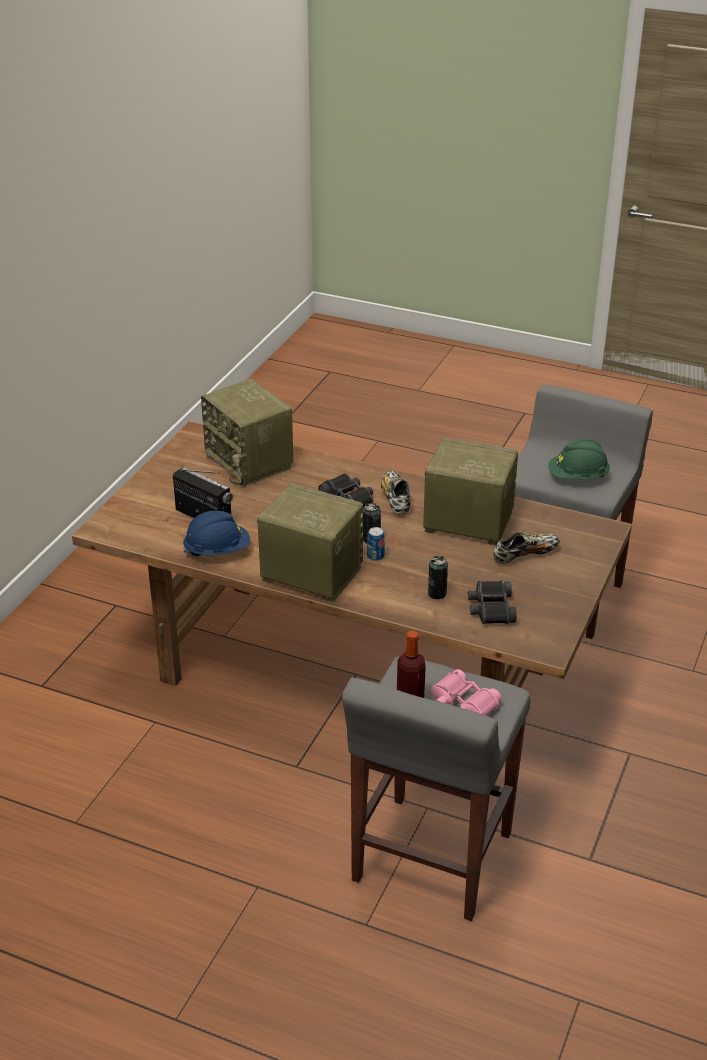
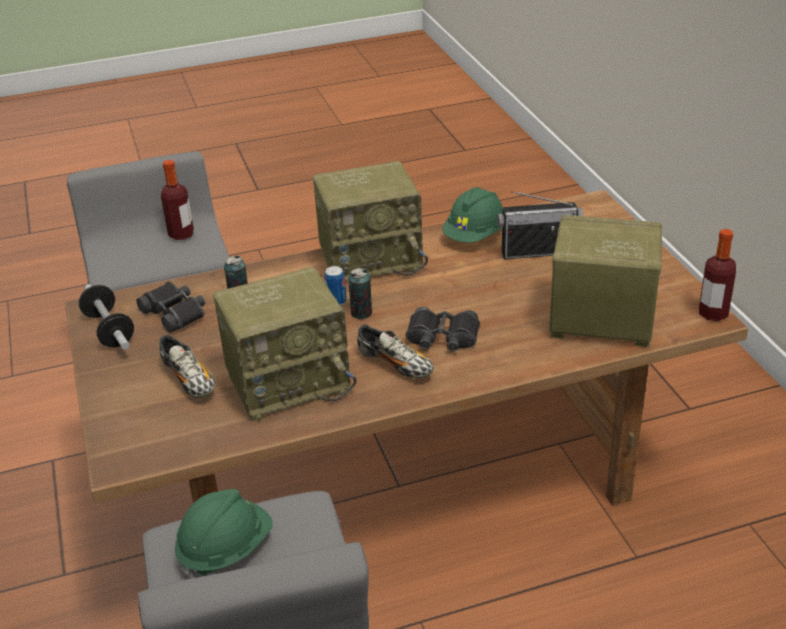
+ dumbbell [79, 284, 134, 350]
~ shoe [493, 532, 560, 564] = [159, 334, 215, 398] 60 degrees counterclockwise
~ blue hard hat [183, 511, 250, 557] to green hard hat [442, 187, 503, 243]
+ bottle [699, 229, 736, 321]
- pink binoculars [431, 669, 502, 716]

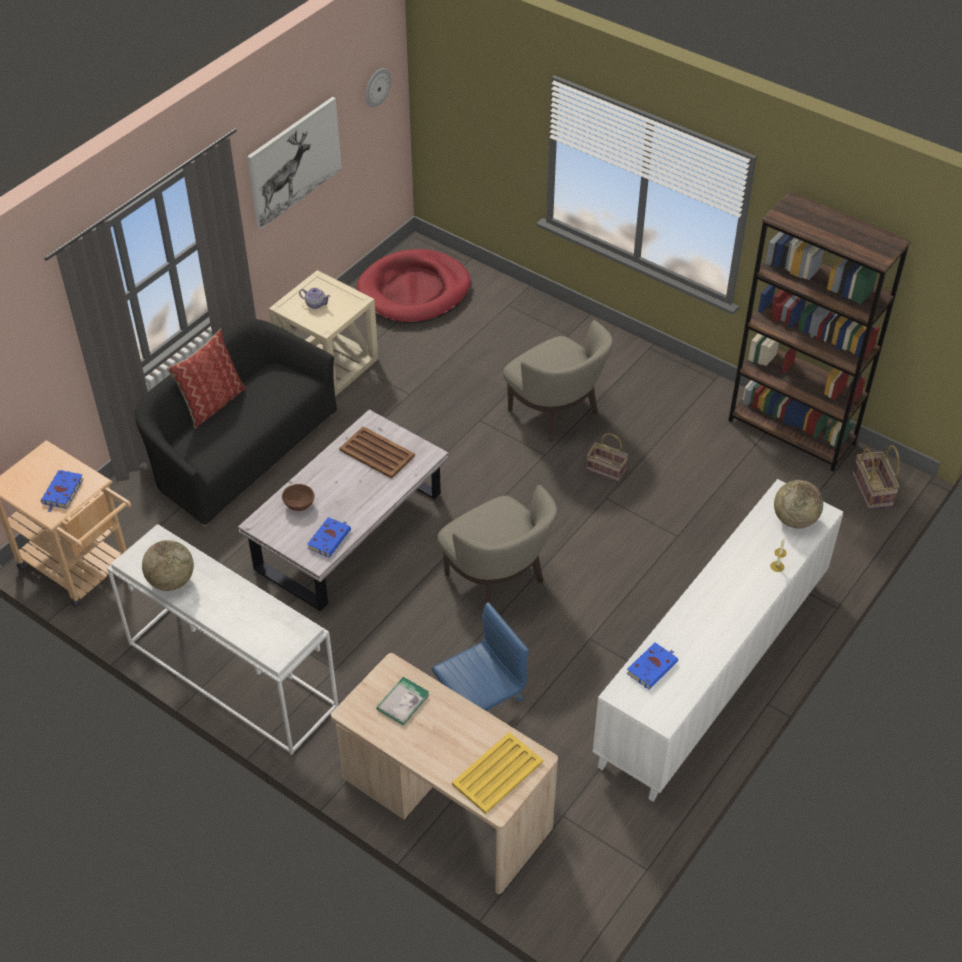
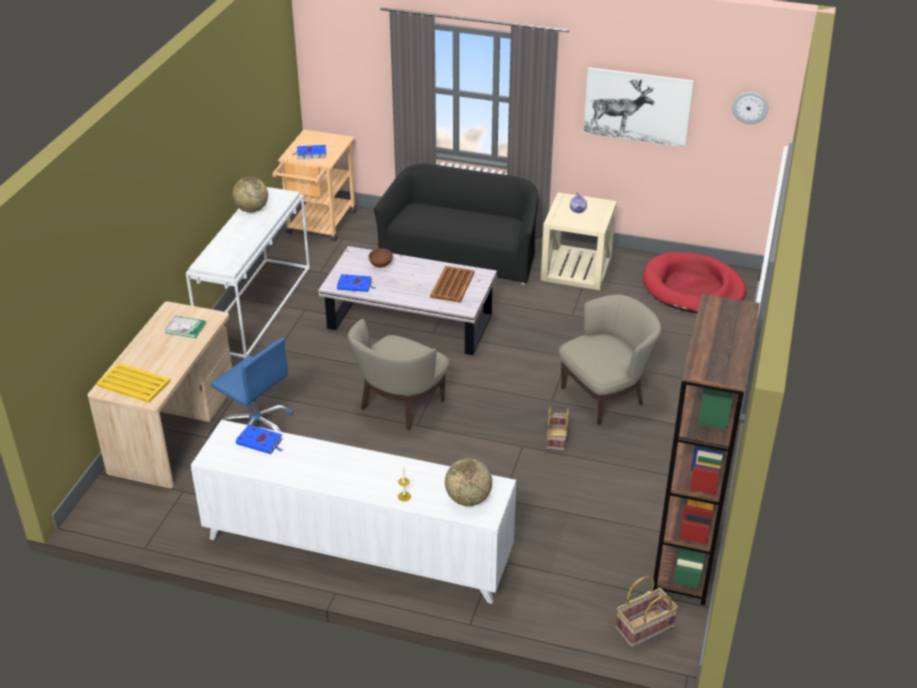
~ beige armchair [503, 320, 613, 442] = [559, 295, 661, 425] 150 degrees counterclockwise
- pillow [167, 329, 246, 429]

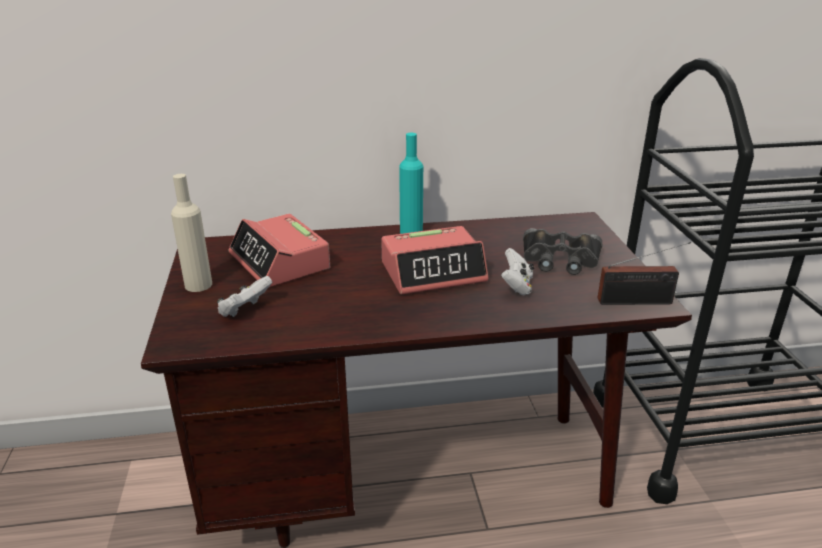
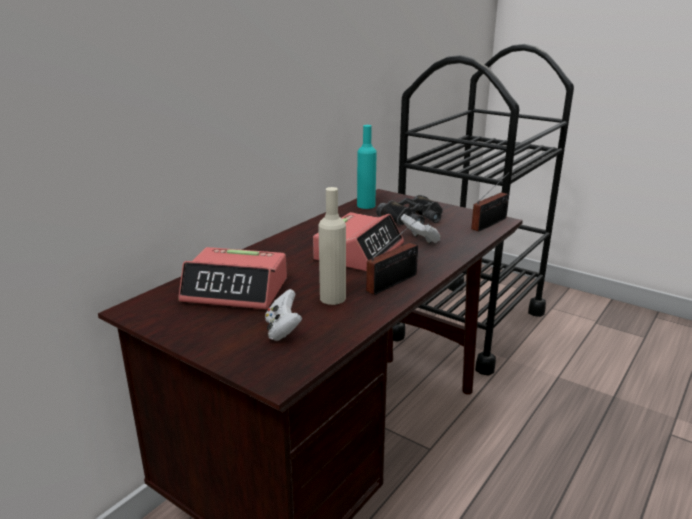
~ beige bottle [171, 174, 212, 292] to [318, 187, 346, 305]
~ turquoise bottle [399, 133, 423, 234] to [357, 125, 377, 209]
+ radio [366, 218, 419, 295]

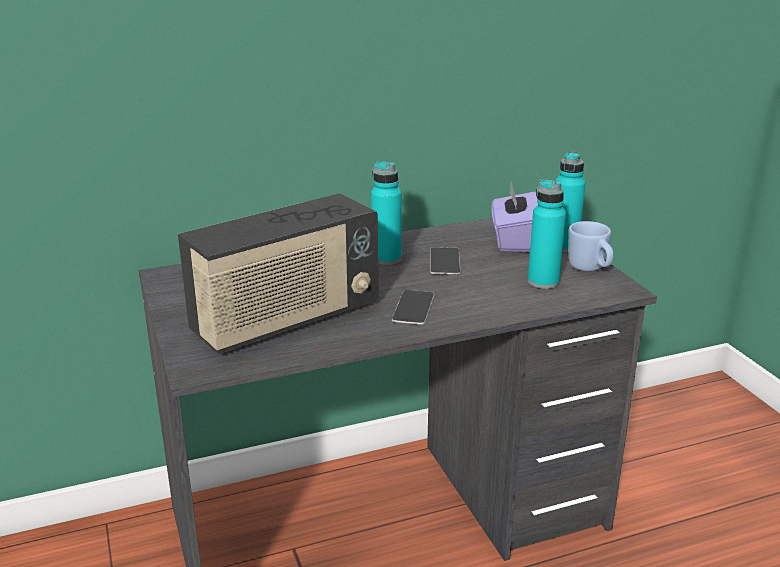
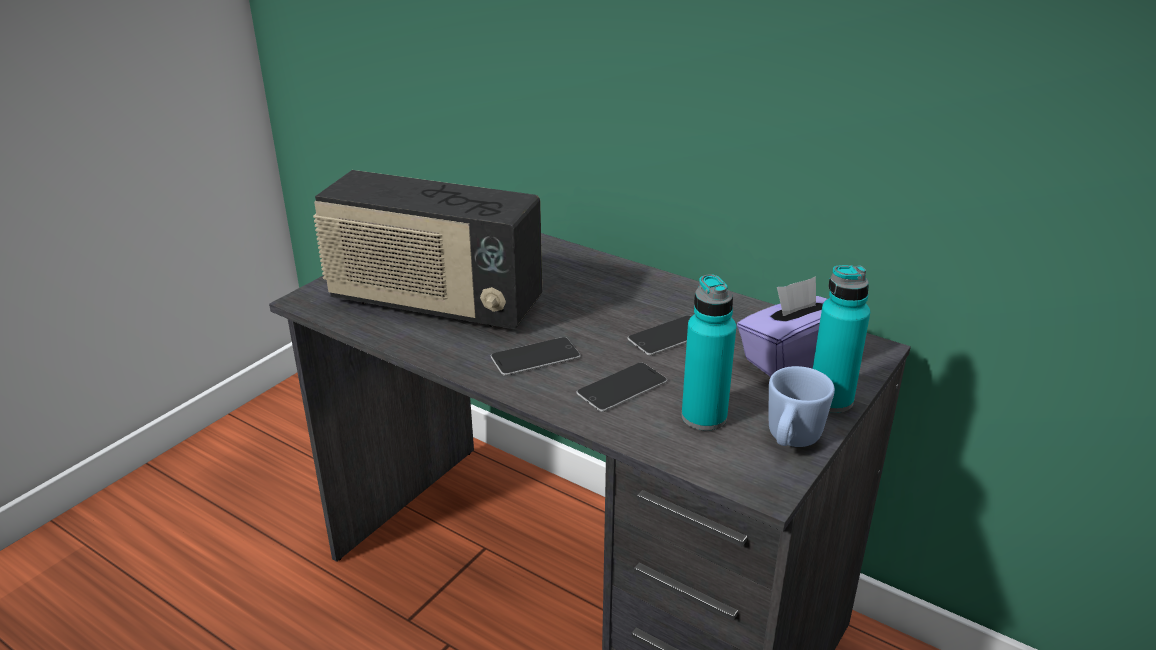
+ phone [576, 362, 667, 412]
- turquoise bottle [371, 161, 402, 265]

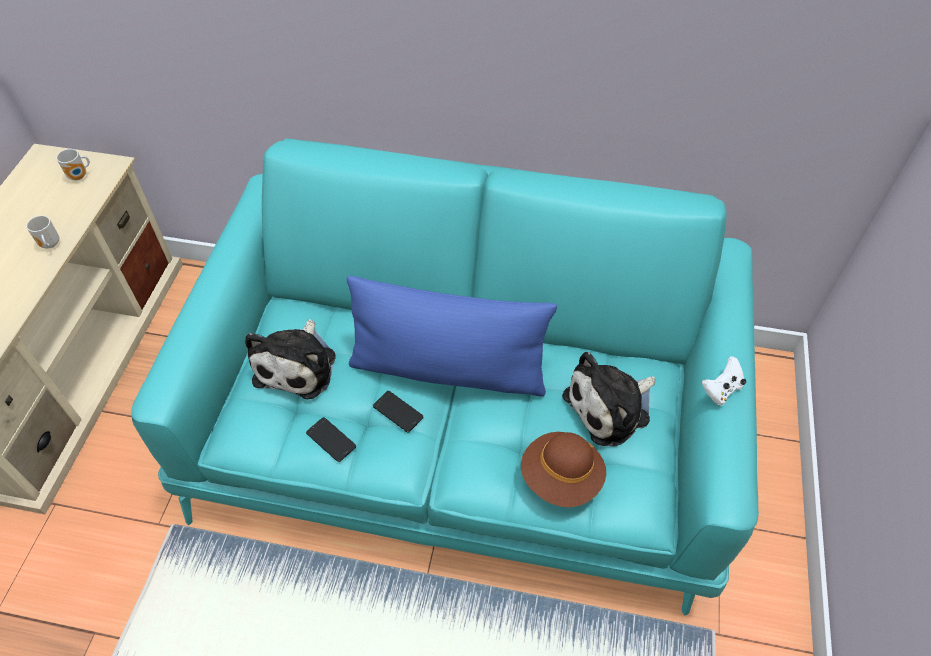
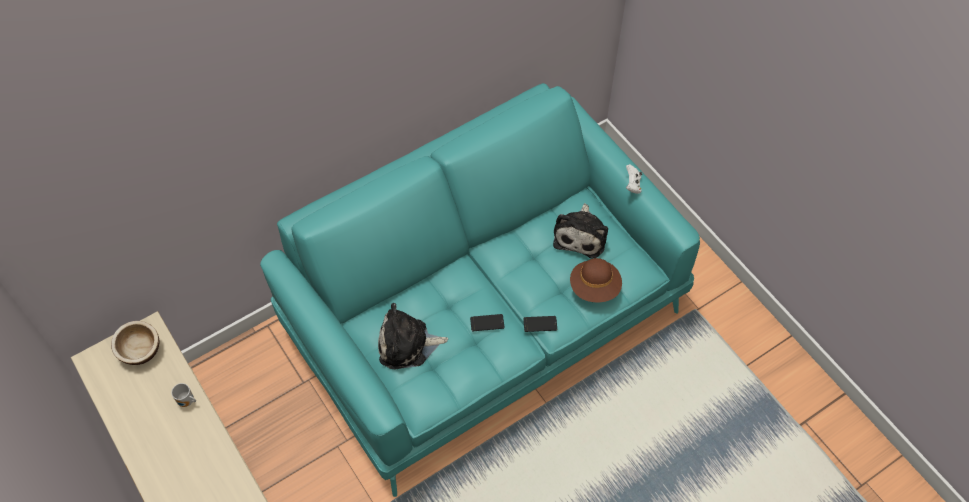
~ mug [56, 149, 90, 180] to bowl [111, 321, 159, 365]
~ plush toy [245, 319, 336, 399] = [378, 303, 448, 369] 120 degrees clockwise
~ phone [306, 417, 356, 462] to [523, 316, 557, 332]
- blue pillow [347, 276, 557, 397]

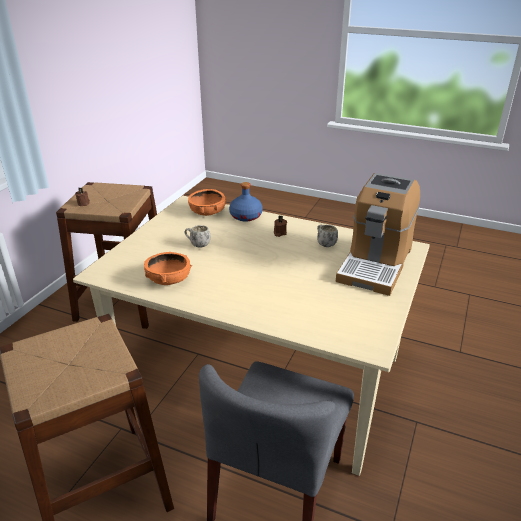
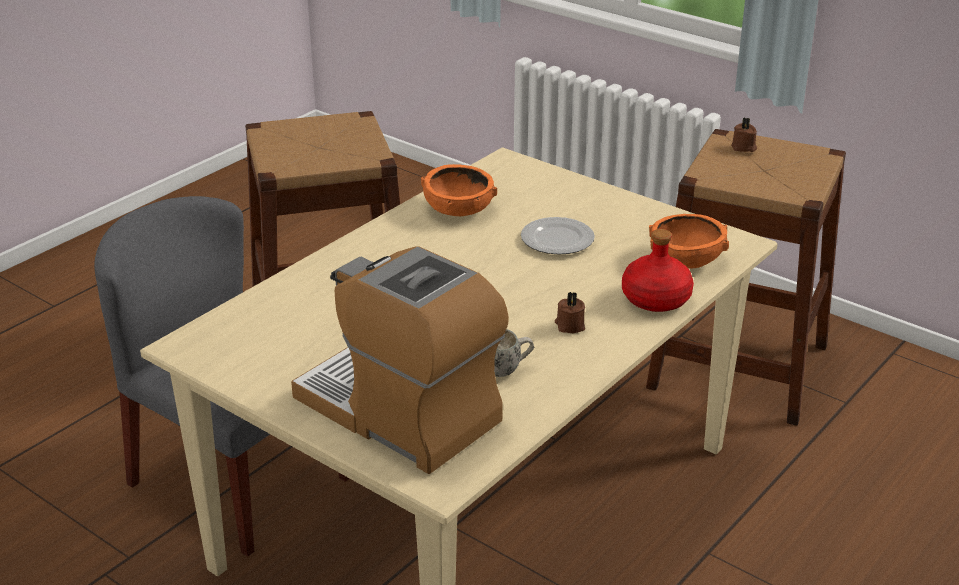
~ white mug [184, 225, 210, 248] to plate [521, 217, 595, 255]
~ blue bottle [229, 182, 263, 222] to red bottle [622, 229, 694, 312]

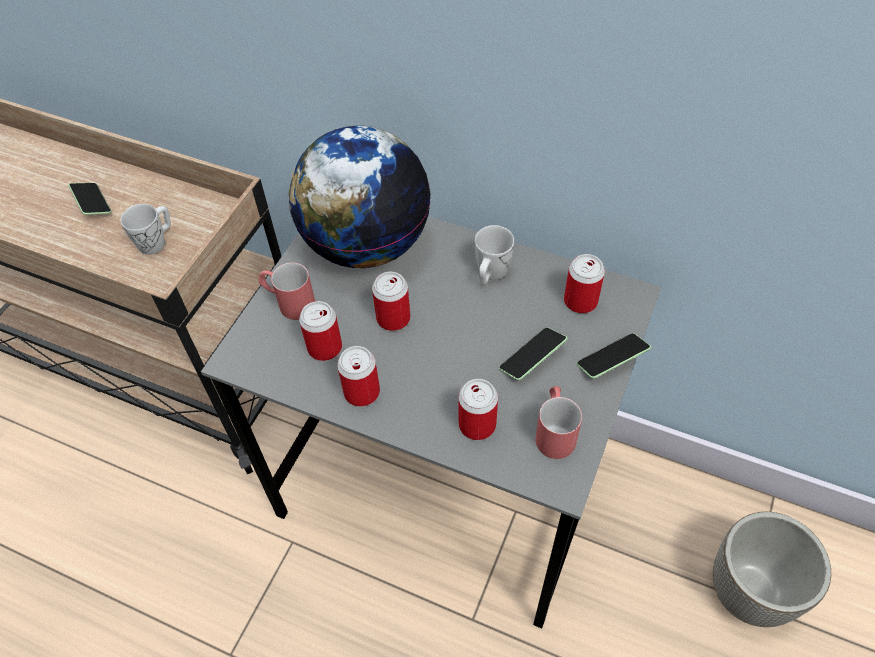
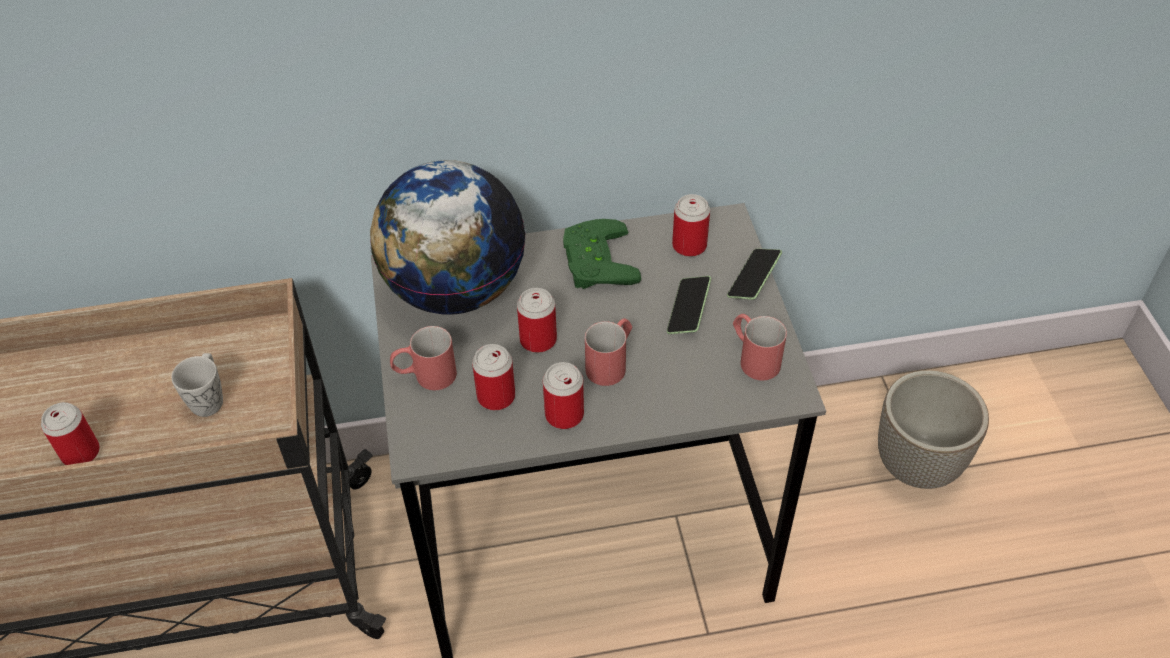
~ can [458, 379, 498, 440] to [41, 402, 100, 465]
~ white mug [475, 225, 514, 285] to green game controller [563, 219, 641, 289]
+ red mug [585, 318, 632, 386]
- phone [68, 183, 111, 215]

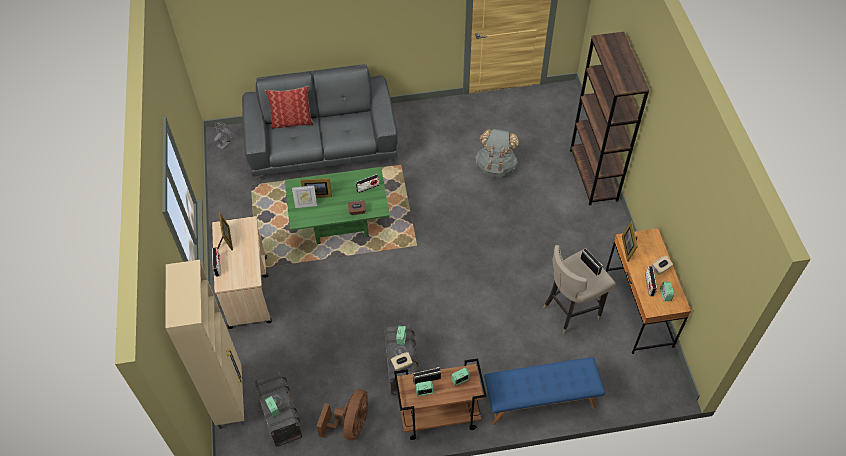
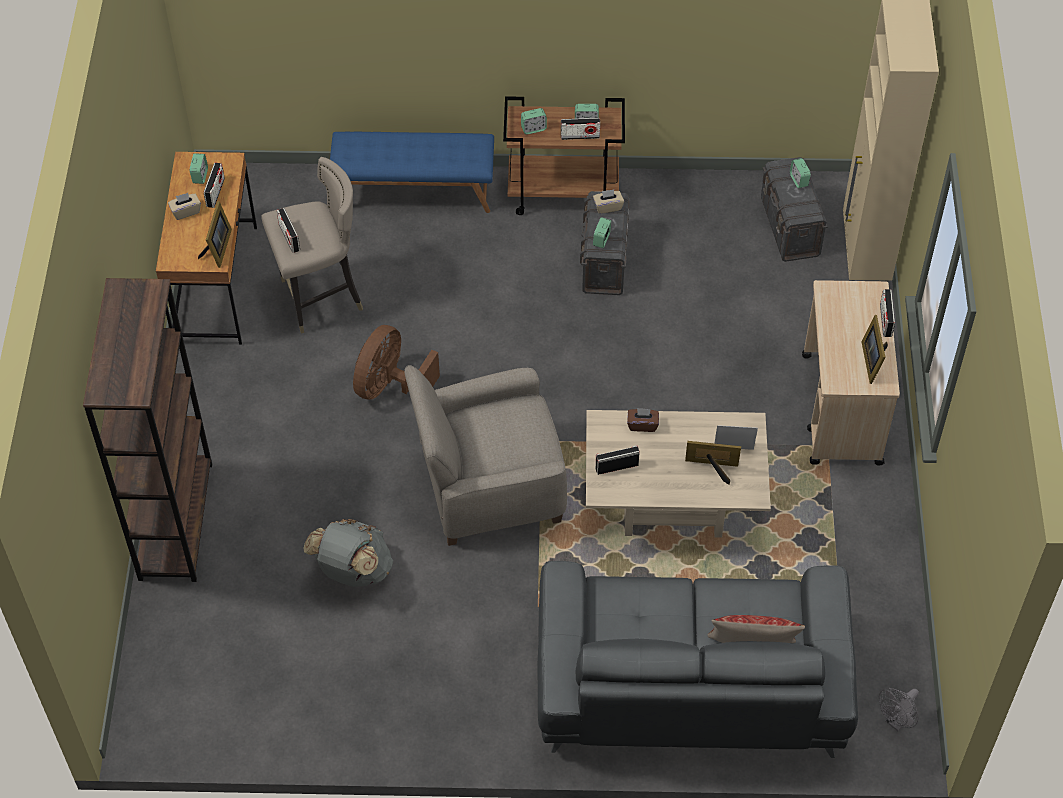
~ brown fan [316, 389, 368, 440] to [353, 325, 440, 400]
+ beige armchair [405, 365, 567, 546]
~ green coffee table [285, 167, 390, 244] to beige coffee table [586, 410, 771, 538]

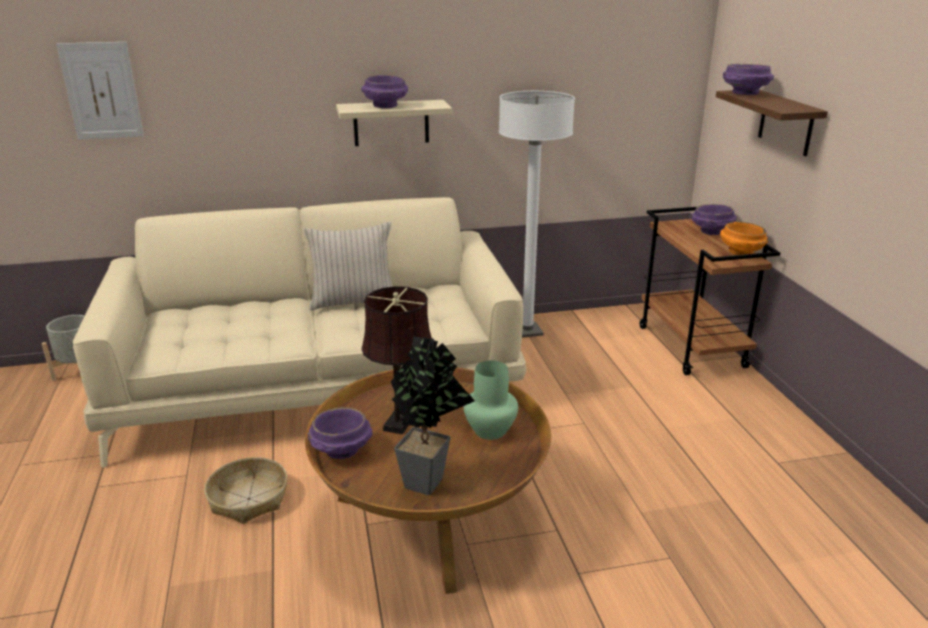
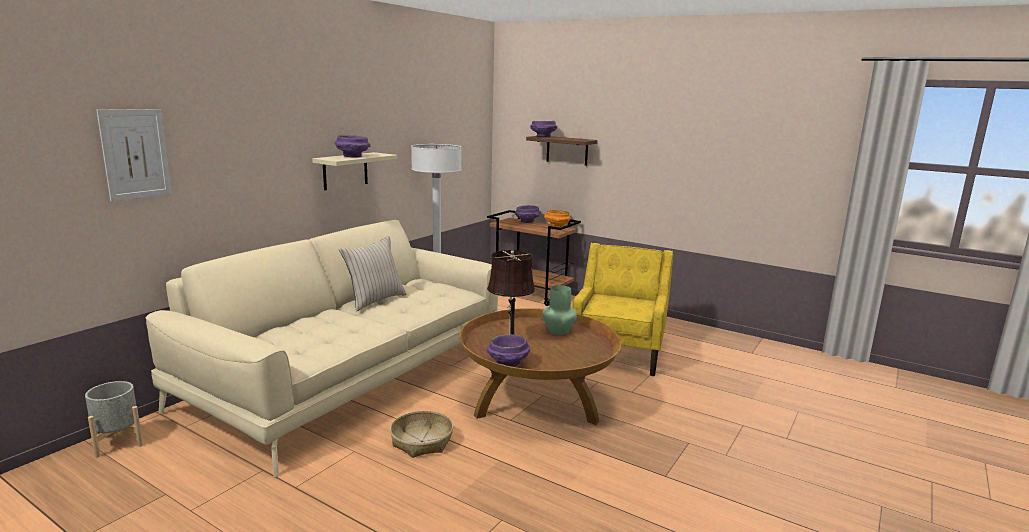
+ yellow armchair [572, 243, 673, 376]
- potted plant [390, 337, 475, 495]

